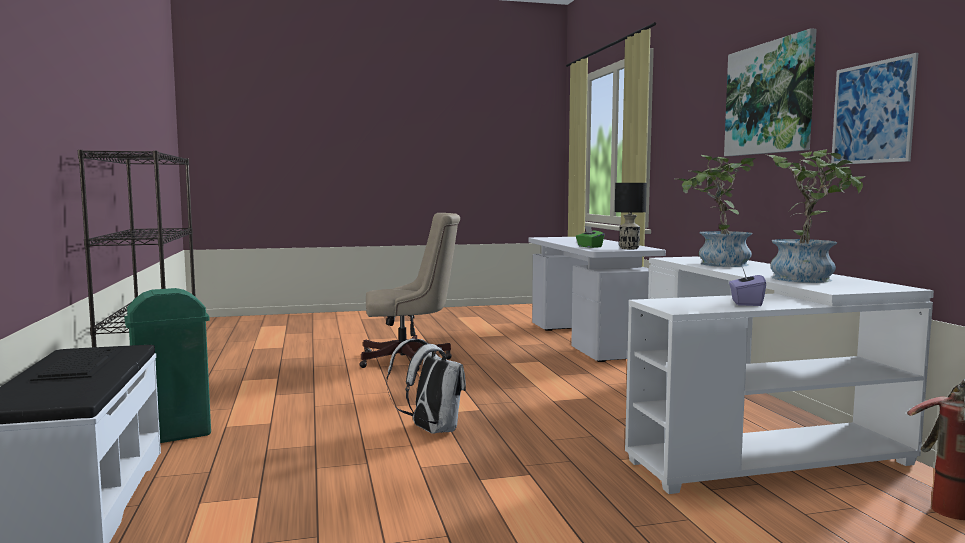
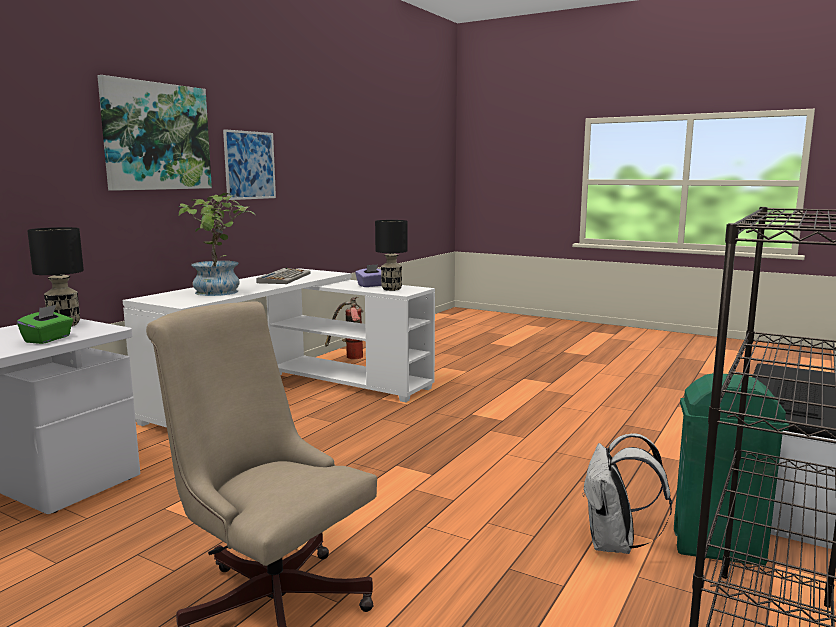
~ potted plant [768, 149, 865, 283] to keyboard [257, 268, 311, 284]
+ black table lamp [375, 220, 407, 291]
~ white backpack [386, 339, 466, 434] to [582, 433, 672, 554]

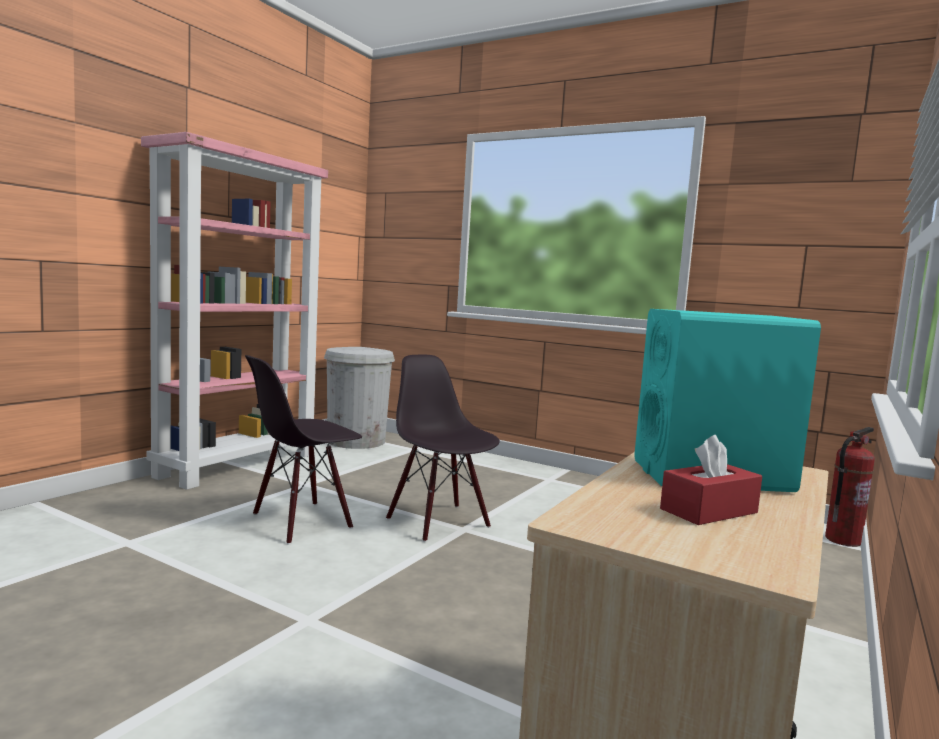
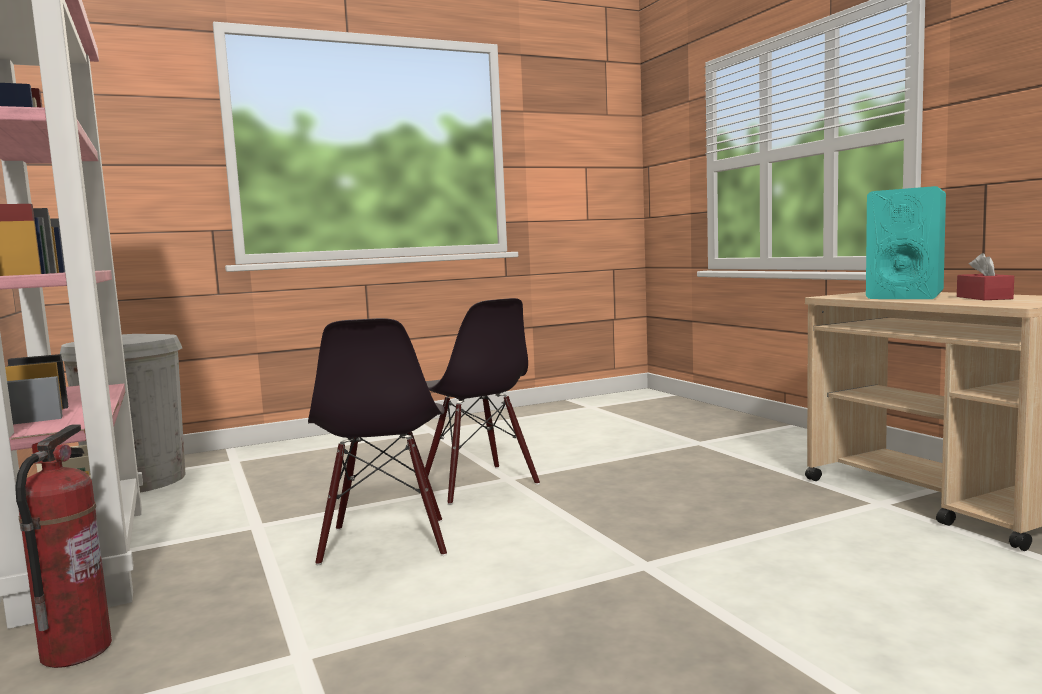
~ fire extinguisher [825, 427, 875, 547] to [15, 424, 112, 668]
~ black chair [386, 355, 500, 542] = [425, 298, 540, 505] 120 degrees counterclockwise

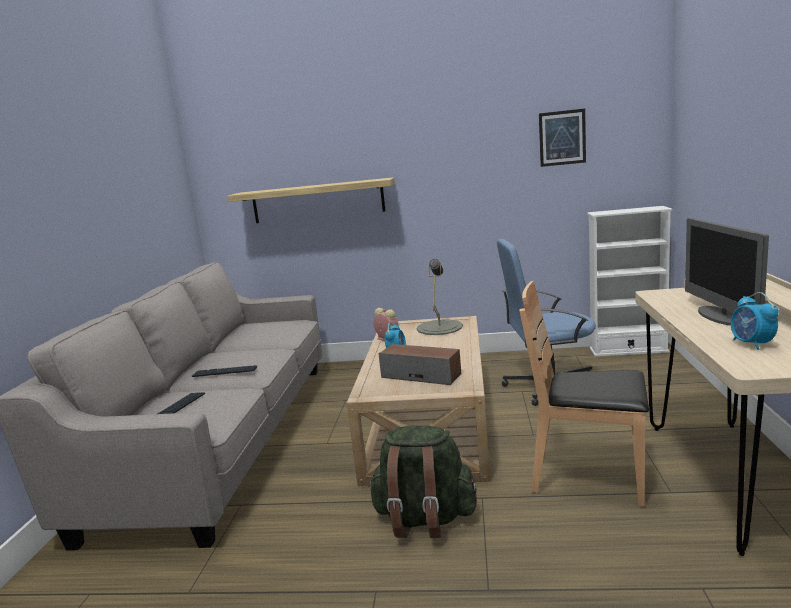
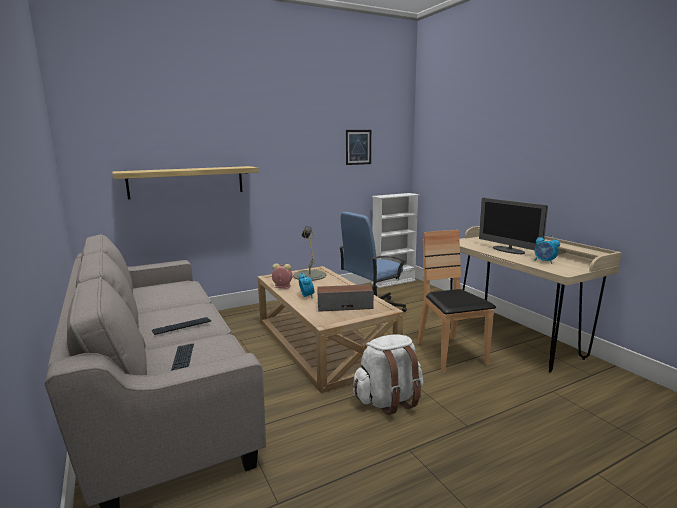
~ green backpack [368, 425, 477, 538] to white backpack [353, 334, 423, 415]
~ brown chair [520, 281, 649, 507] = [417, 230, 496, 372] 90 degrees clockwise

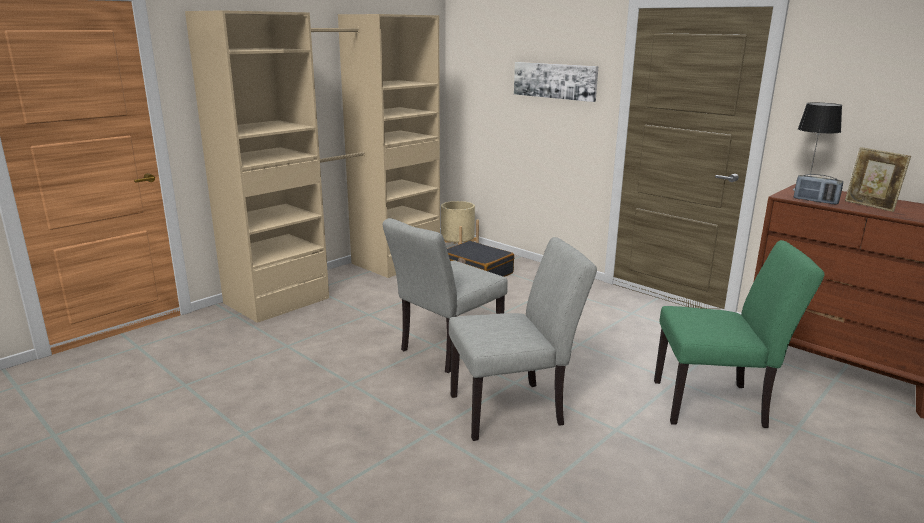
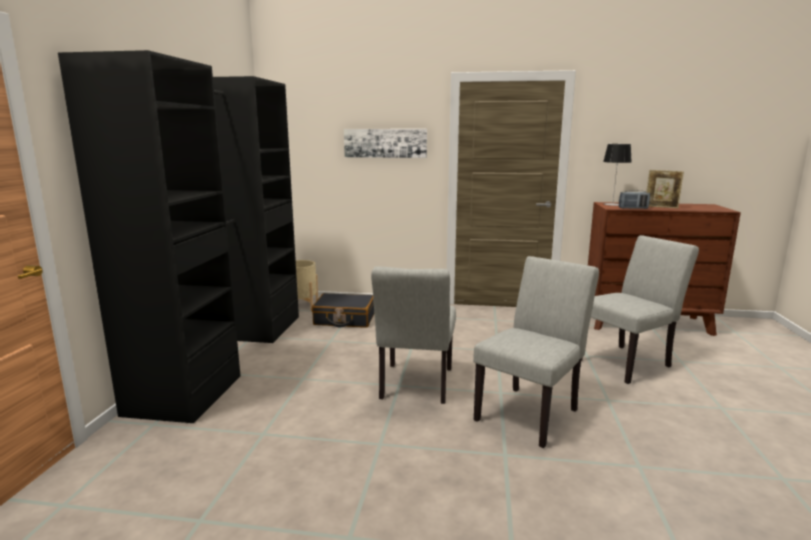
~ beige wardrobe [185, 10, 440, 323] to black wardrobe [58, 50, 299, 423]
~ green chair [654, 240, 824, 428] to grey chair [581, 235, 699, 384]

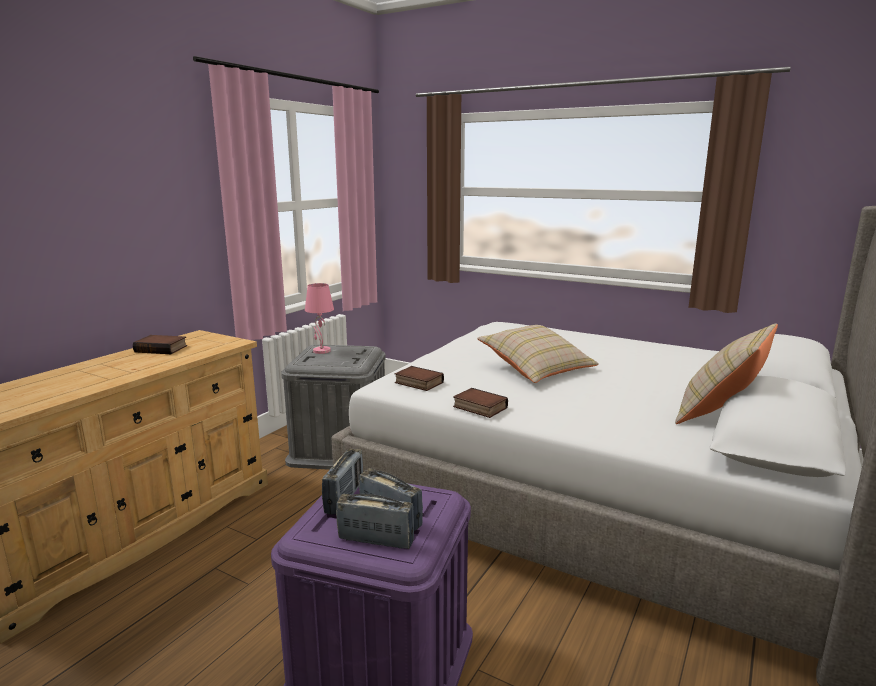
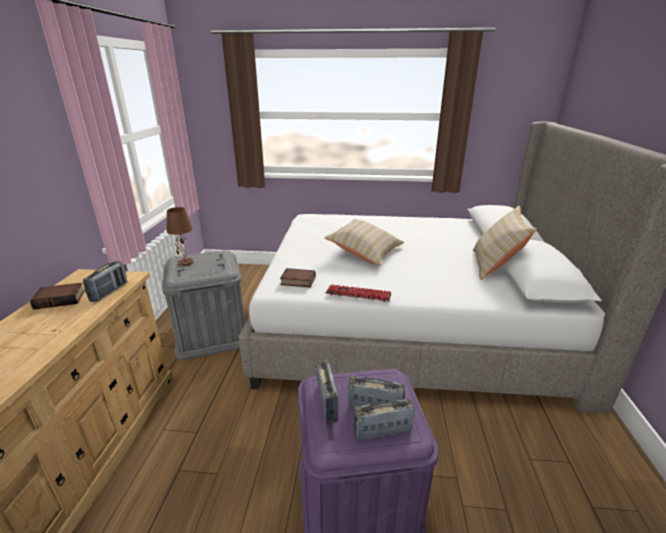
+ radio [83, 261, 128, 302]
~ pink table lamp [305, 283, 334, 354] to brown table lamp [167, 207, 193, 266]
~ book [453, 388, 508, 418] to keyboard [326, 285, 391, 302]

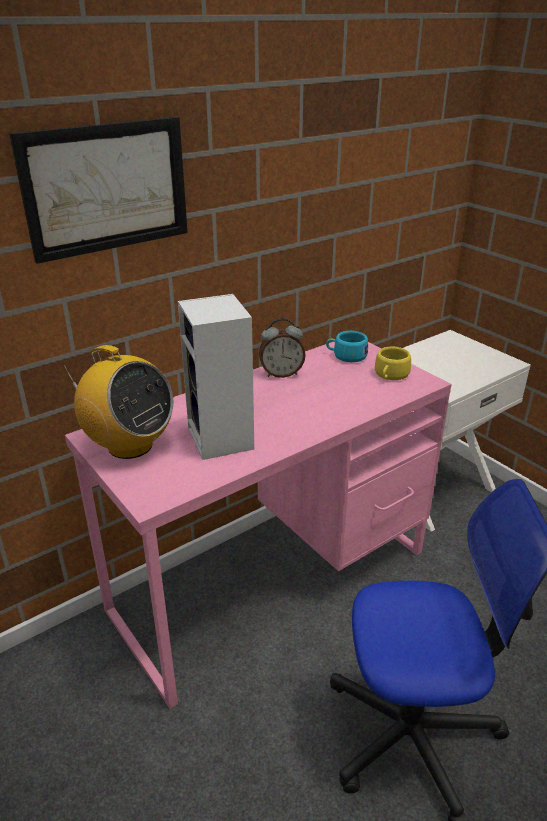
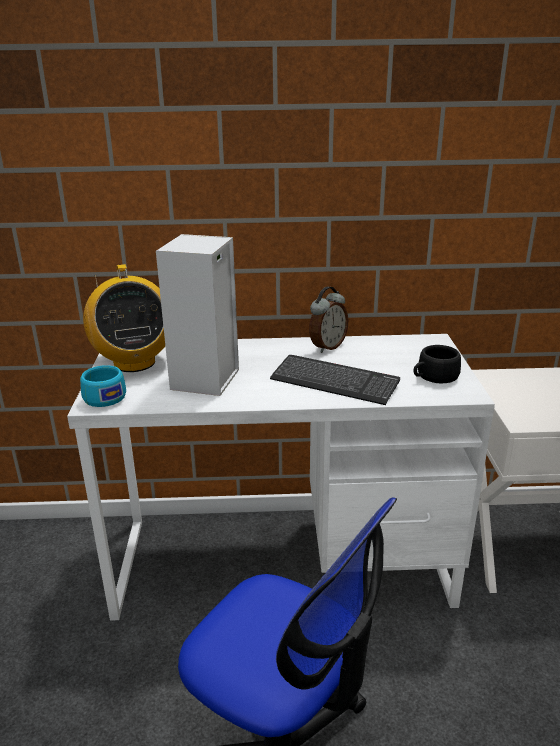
~ pink desk [65, 342, 452, 709] to white desk [67, 334, 495, 621]
~ turquoise cup [326, 331, 368, 362] to [80, 365, 126, 407]
+ keyboard [270, 355, 400, 405]
~ alarm clock [259, 318, 306, 378] = [309, 287, 348, 353] 75 degrees counterclockwise
~ yellow cup [375, 346, 411, 380] to black cup [414, 345, 461, 383]
- picture [9, 117, 188, 264]

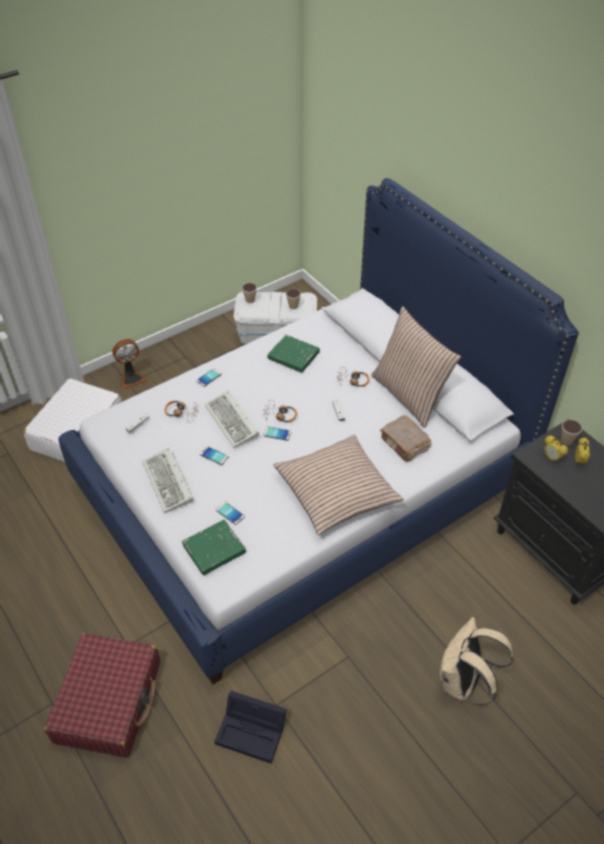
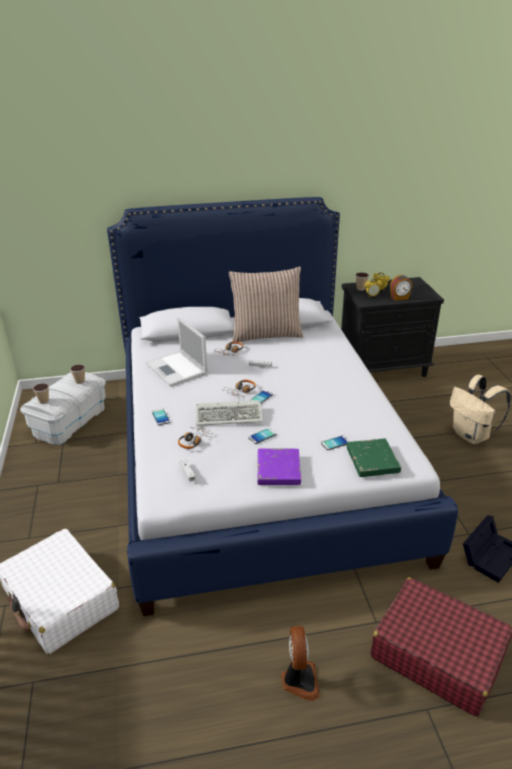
~ green book [268, 335, 320, 373] to laptop [146, 317, 207, 387]
~ keyboard [142, 448, 193, 513] to purple book [258, 449, 301, 485]
~ fan [112, 339, 148, 389] to [281, 626, 320, 701]
+ alarm clock [390, 275, 412, 301]
- pillow [273, 435, 404, 535]
- brown book [380, 415, 431, 462]

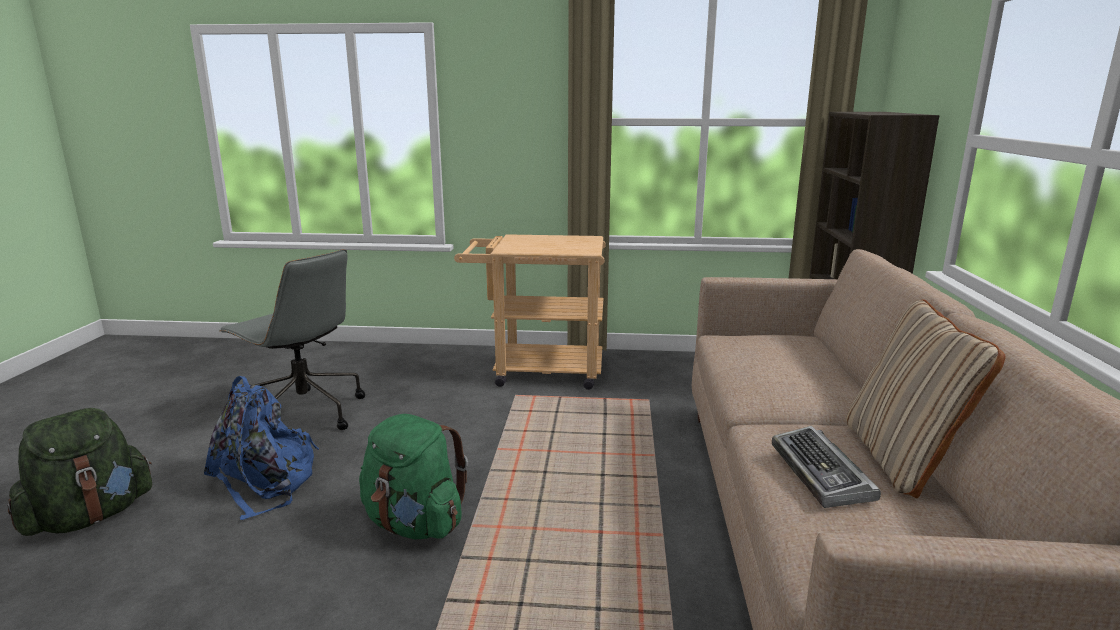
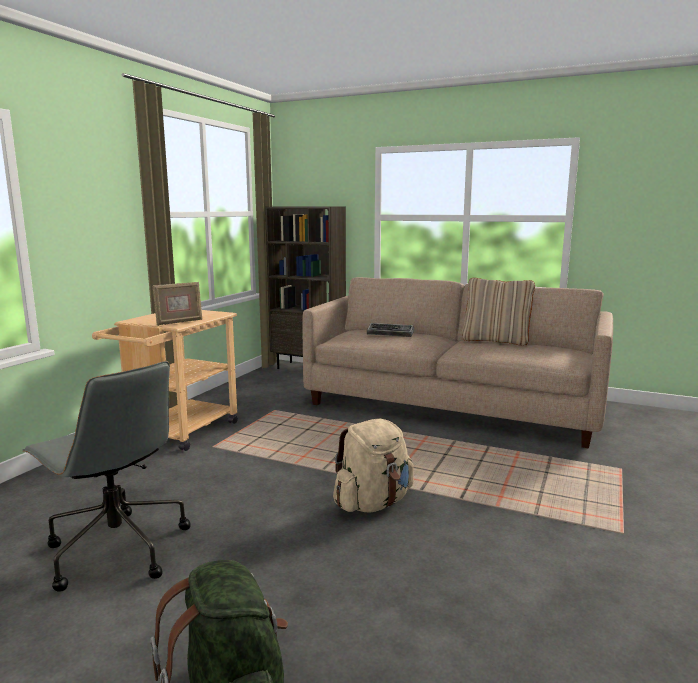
~ grey office chair [219, 249, 365, 430] = [22, 361, 191, 592] 75 degrees clockwise
+ picture frame [153, 281, 202, 326]
~ green backpack [359, 414, 468, 539] to beige backpack [333, 419, 414, 512]
~ keyboard [772, 426, 881, 508] to [367, 323, 414, 337]
- blue backpack [204, 376, 319, 520]

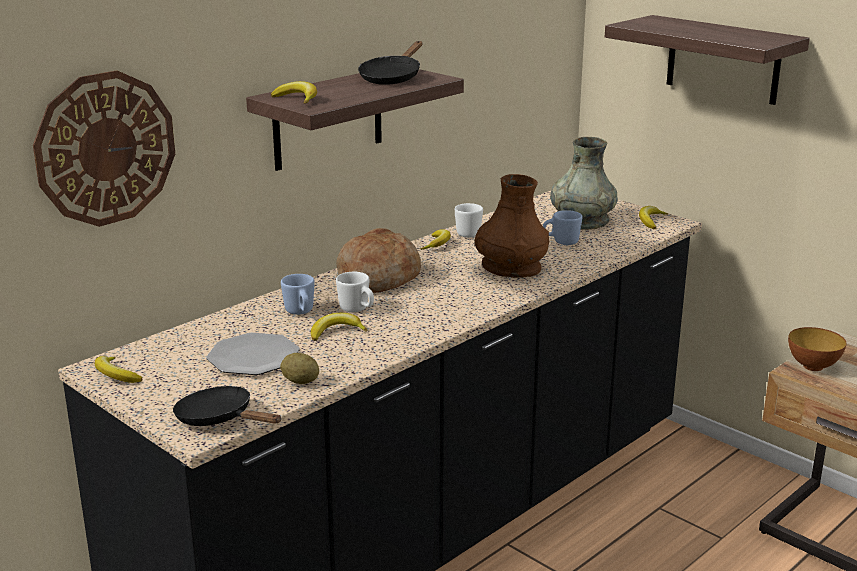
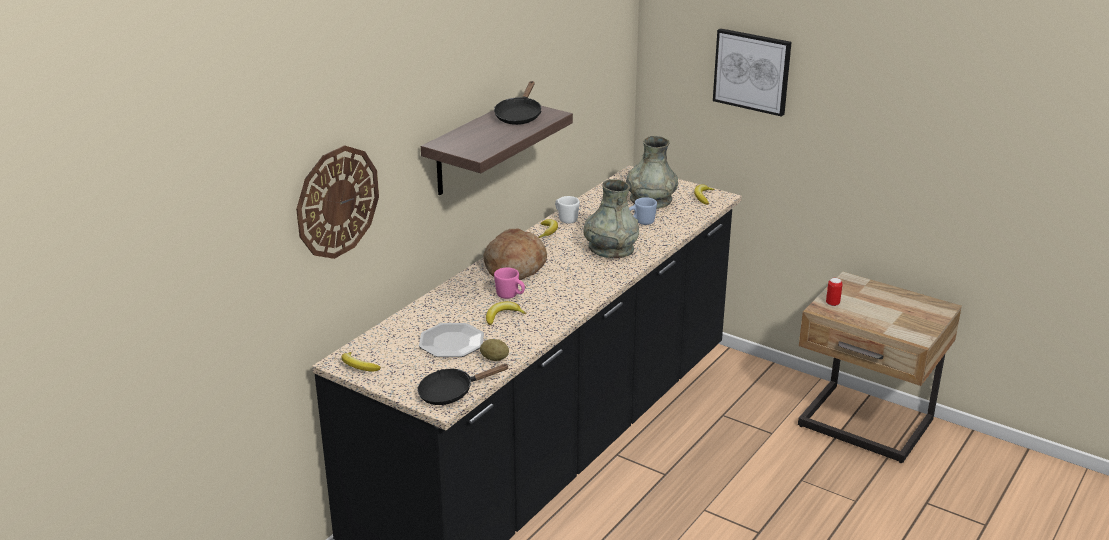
~ black frying pan [173, 386, 282, 426] = [417, 364, 509, 405] 45 degrees counterclockwise
~ white mug [336, 272, 374, 312] to pink mug [494, 268, 525, 299]
~ brown vase [475, 174, 549, 278] to grey vase [583, 179, 639, 258]
~ shelf [605, 15, 810, 105] to picture [713, 28, 792, 117]
~ bowl [788, 327, 847, 371] to can [826, 278, 843, 306]
- banana [271, 81, 317, 104]
- blue mug [281, 274, 315, 315]

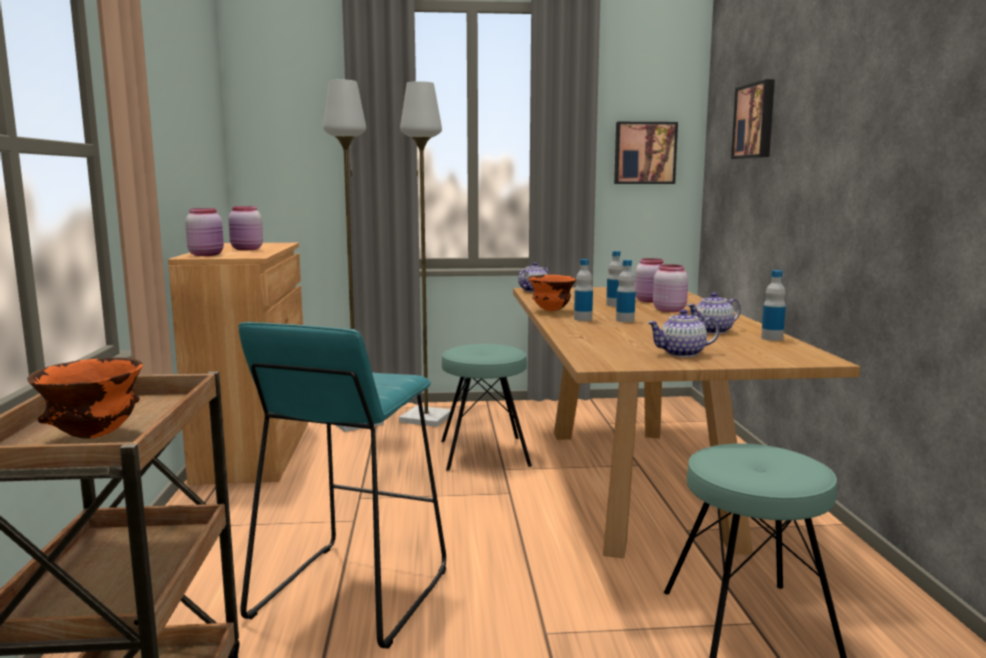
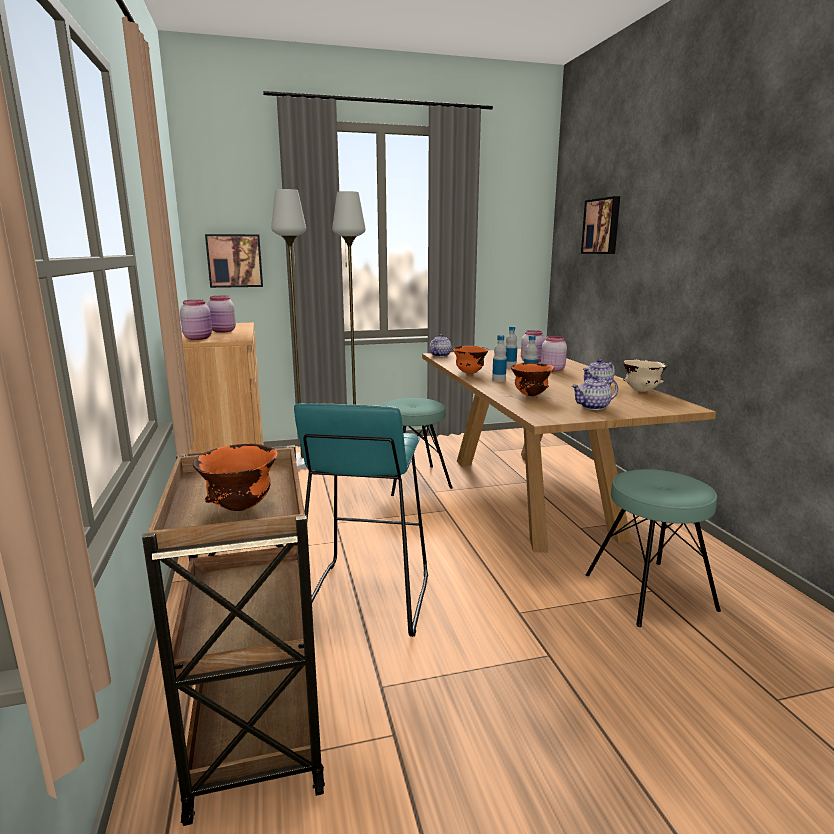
~ picture [614, 122, 678, 184] to [205, 234, 263, 288]
+ orange bowl [510, 363, 554, 396]
~ bottle [761, 270, 786, 341] to beige bowl [623, 360, 667, 392]

